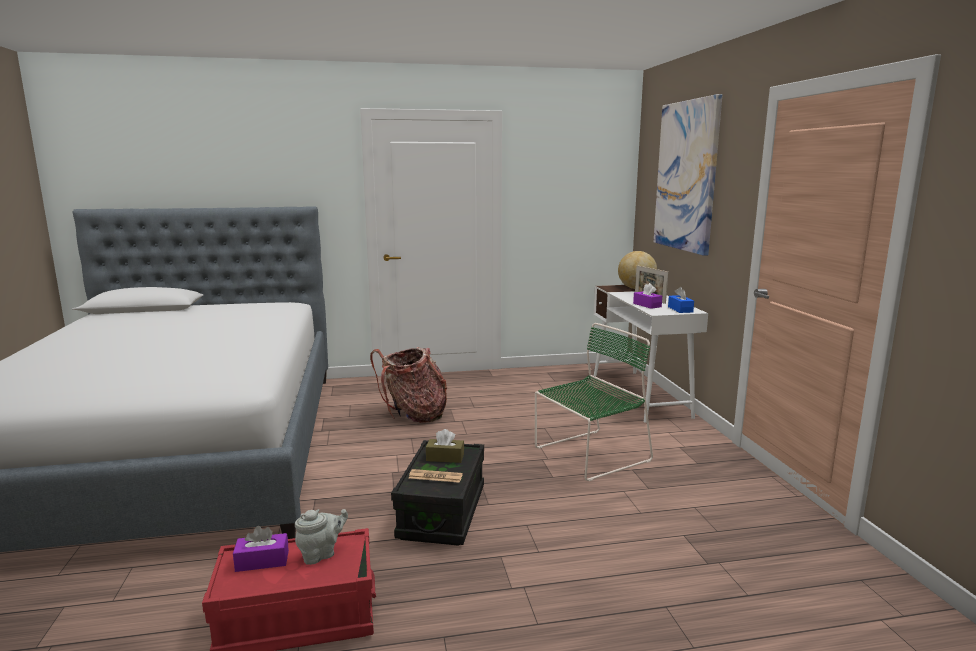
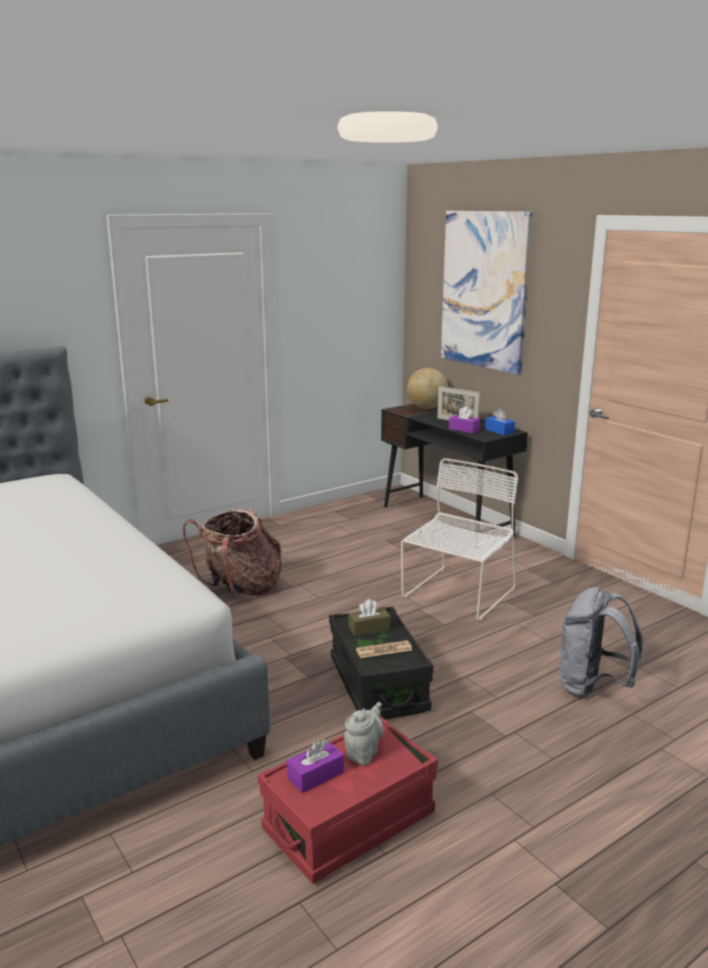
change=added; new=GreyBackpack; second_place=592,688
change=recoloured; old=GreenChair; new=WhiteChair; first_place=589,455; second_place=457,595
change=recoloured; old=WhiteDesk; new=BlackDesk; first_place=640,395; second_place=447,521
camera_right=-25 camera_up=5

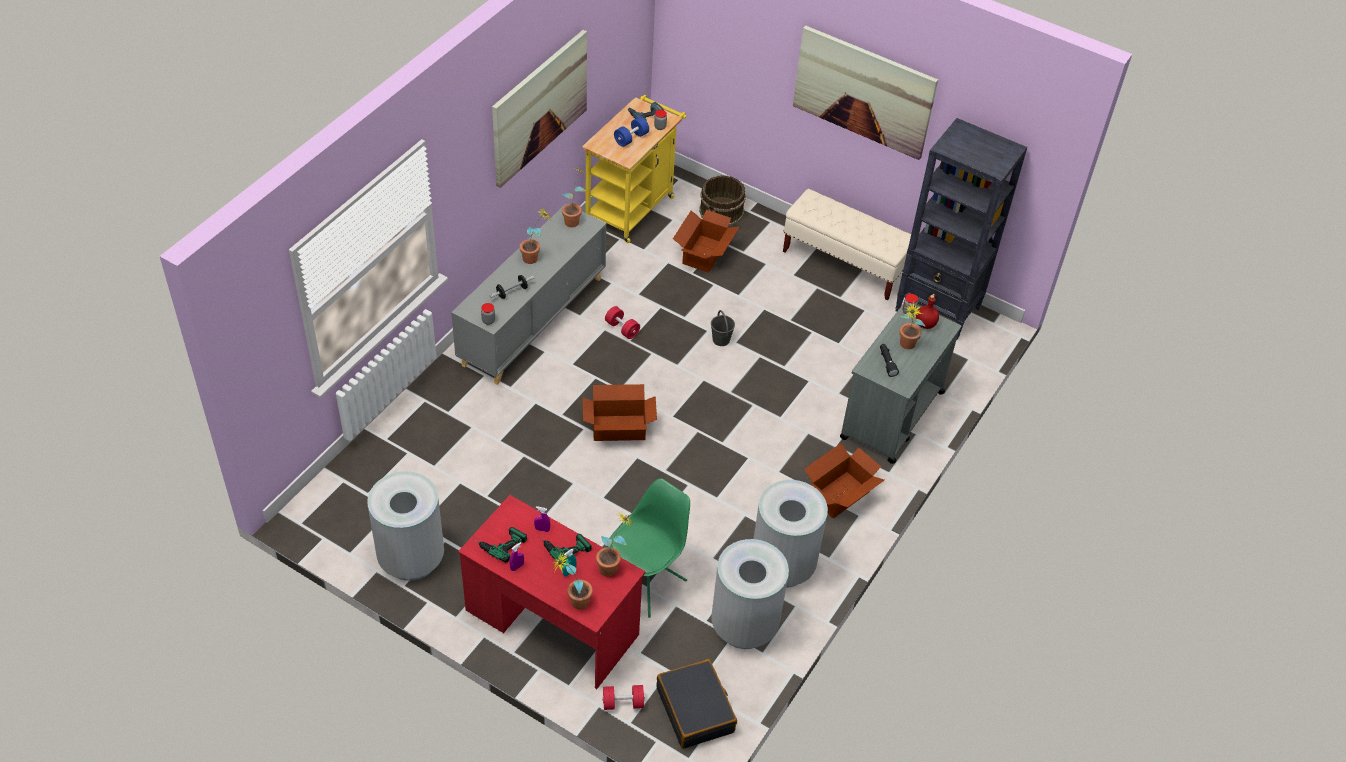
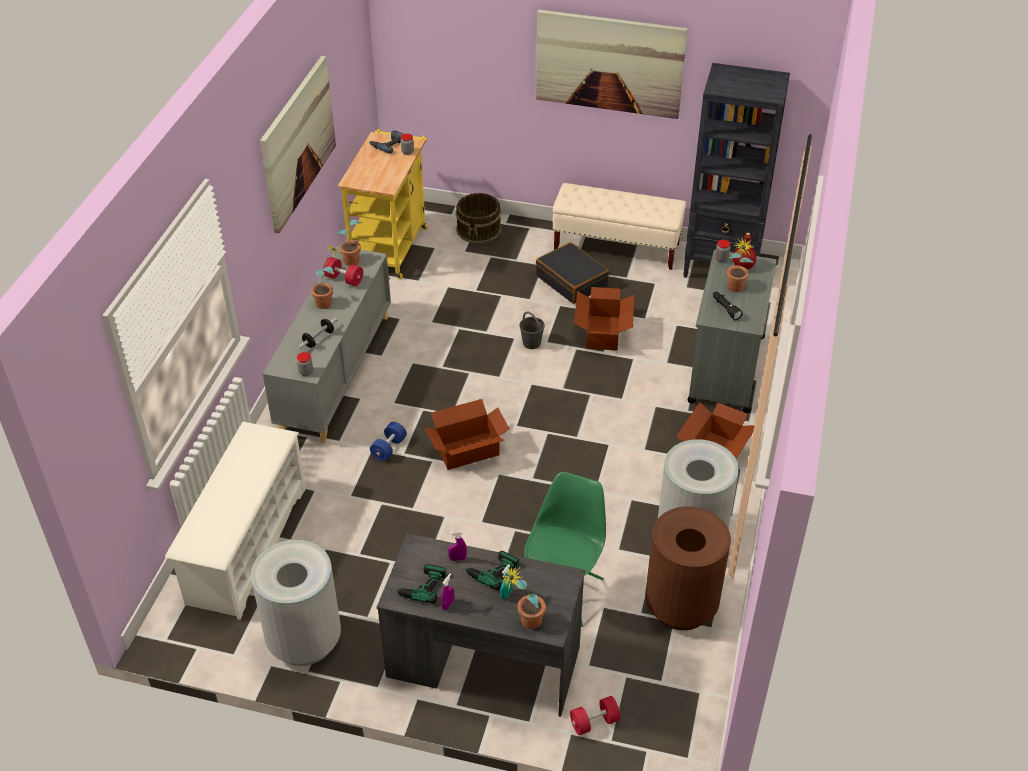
change=removed; old=PottedPlant; first_place=613,566
change=added; new=WhiteShoeRack; second_place=247,545
change=moved; old=RedDumbbell; first_place=622,328; second_place=344,279
change=moved; old=BlueDumbbell; first_place=631,138; second_place=389,448
change=moved; old=BlackSuitcase; first_place=695,710; second_place=572,281
change=moved; old=CardboardBox; first_place=705,253; second_place=603,332
change=recoloured; old=RedDesk; new=GreyDesk; first_place=552,622; second_place=483,662
change=recoloured; old=GreyTrashCan; new=BrownTrashCan; first_place=744,626; second_place=681,606
camera_right=-15 camera_up=-5

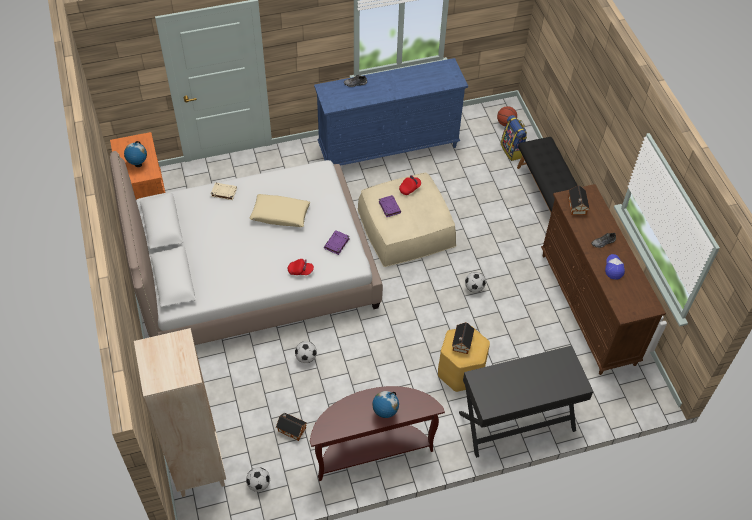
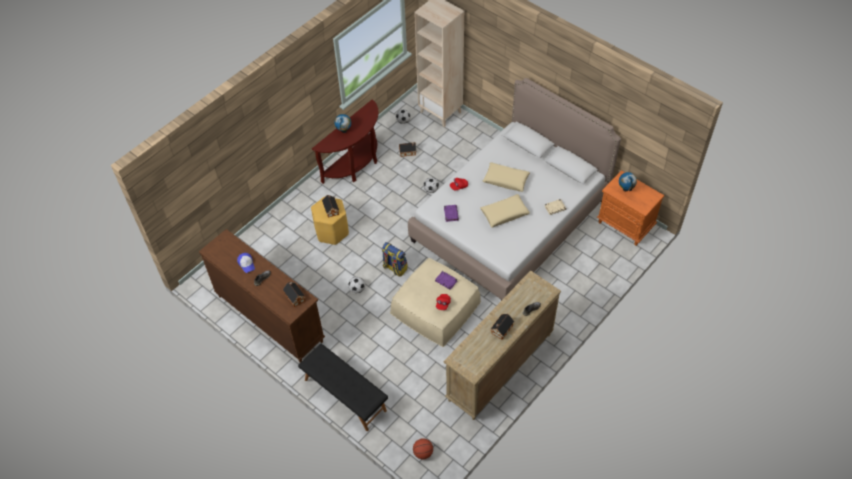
change=removed; old=BlackDesk; first_place=517,422
change=added; new=BeigePillow; second_place=506,180
change=added; new=ToyHouse; second_place=501,330
change=moved; old=Backpack; first_place=512,150; second_place=394,268
change=recoloured; old=BlueDresser; new=BeigeDresser; first_place=389,148; second_place=499,367
camera_right=150 camera_up=0

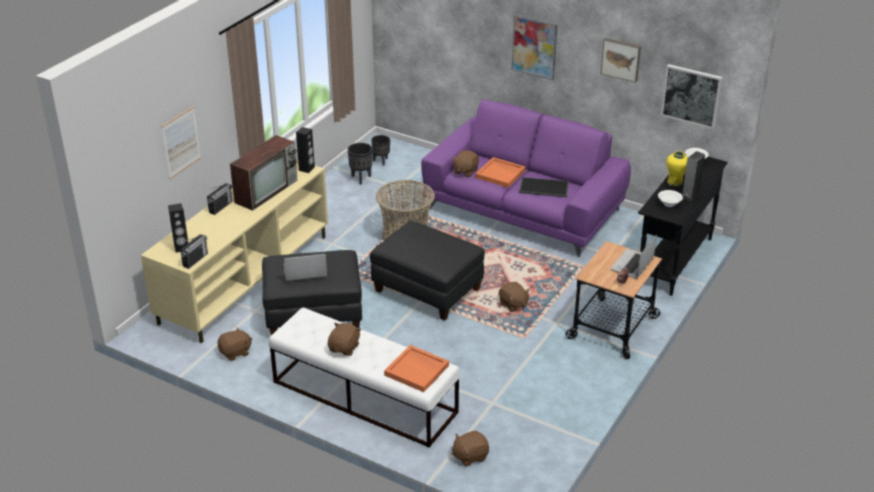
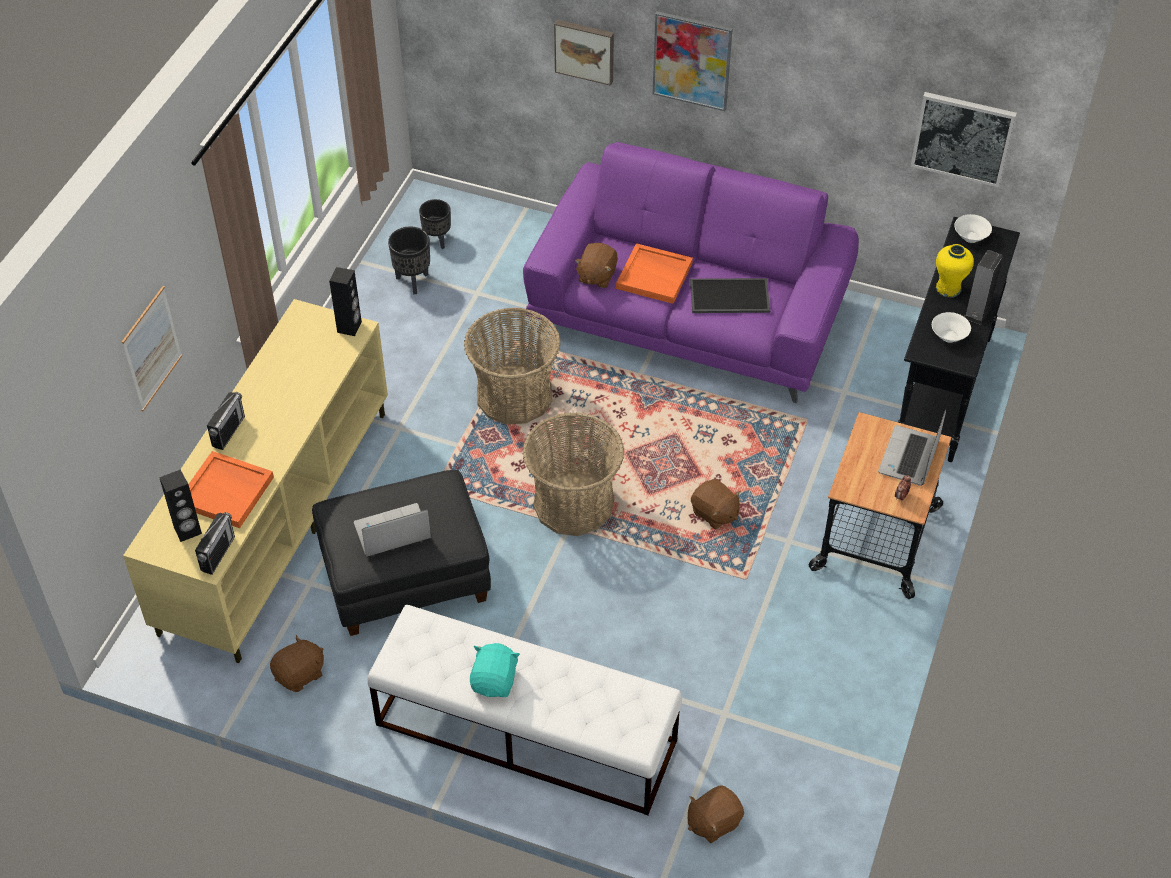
change=removed; old=Television; first_place=267,190
change=moved; old=OrangeTray; first_place=417,370; second_place=227,491
change=moved; old=Picture; first_place=621,59; second_place=585,50
change=replaced; old=BlackOttoman; new=Basket; first_place=426,290; second_place=573,503
change=recoloured; old=BrownPlushToy; new=TurquoisePlushToy; first_place=344,348; second_place=495,681
camera_right=-10 camera_up=15

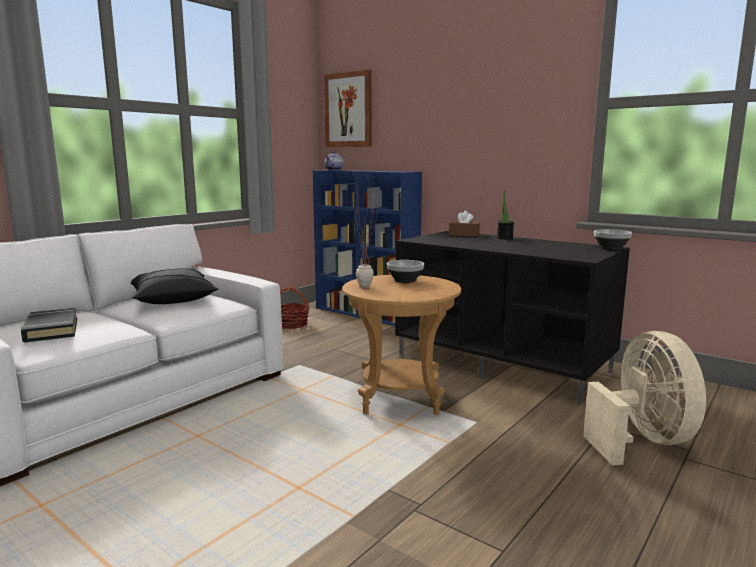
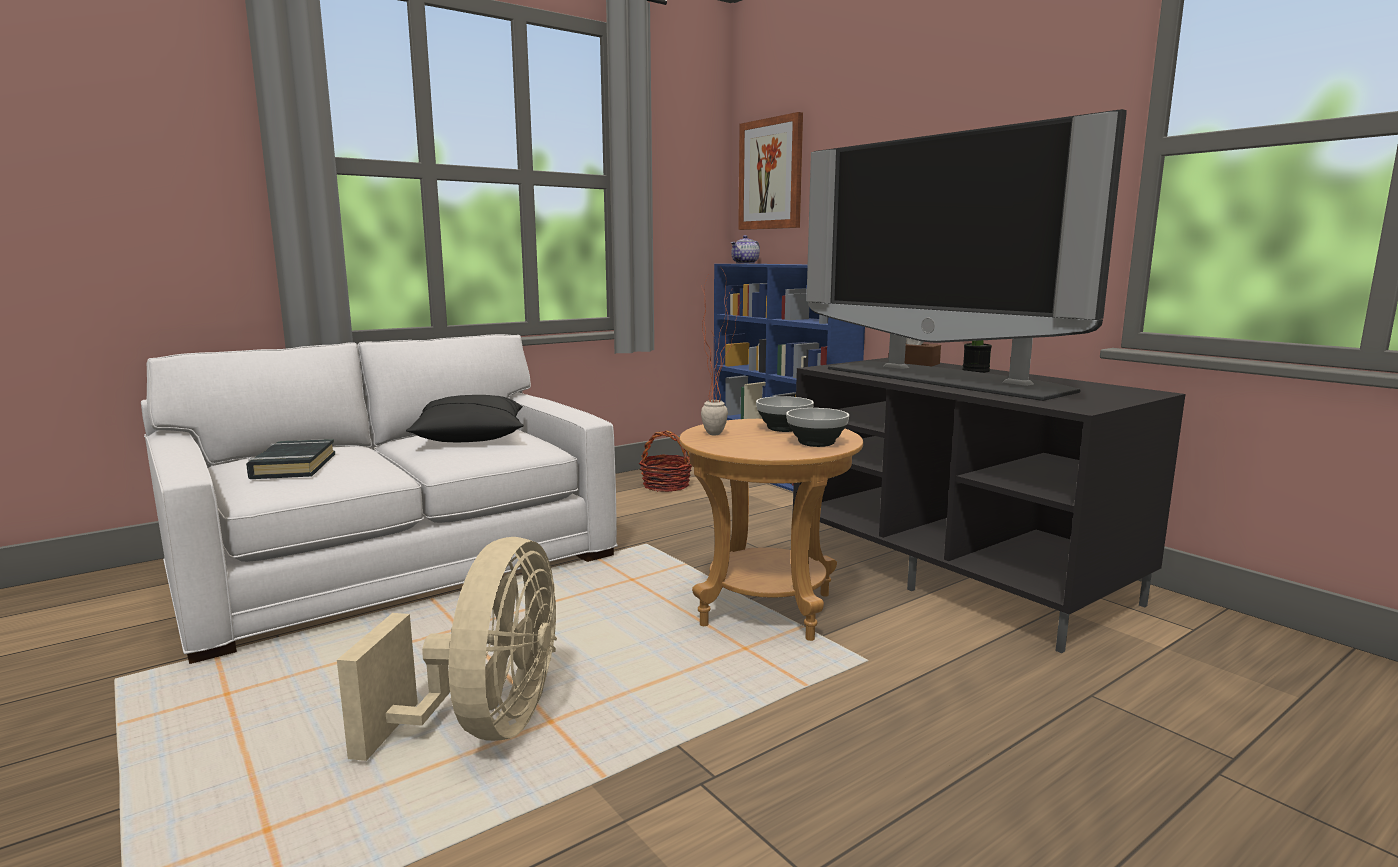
change=added; new=Television; second_place=946,379
change=moved; old=BeigeFan; first_place=641,441; second_place=485,725
change=moved; old=Bowl; first_place=611,248; second_place=816,443
camera_right=15 camera_up=0

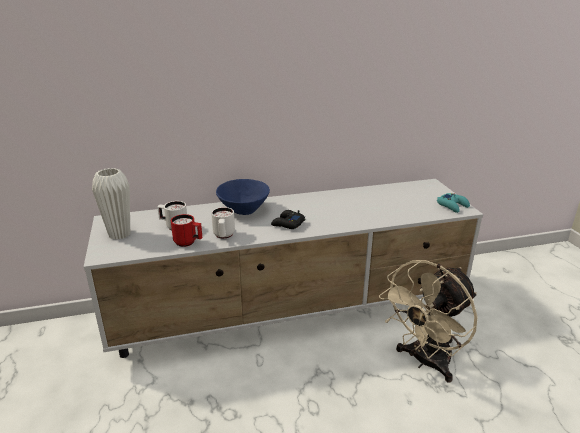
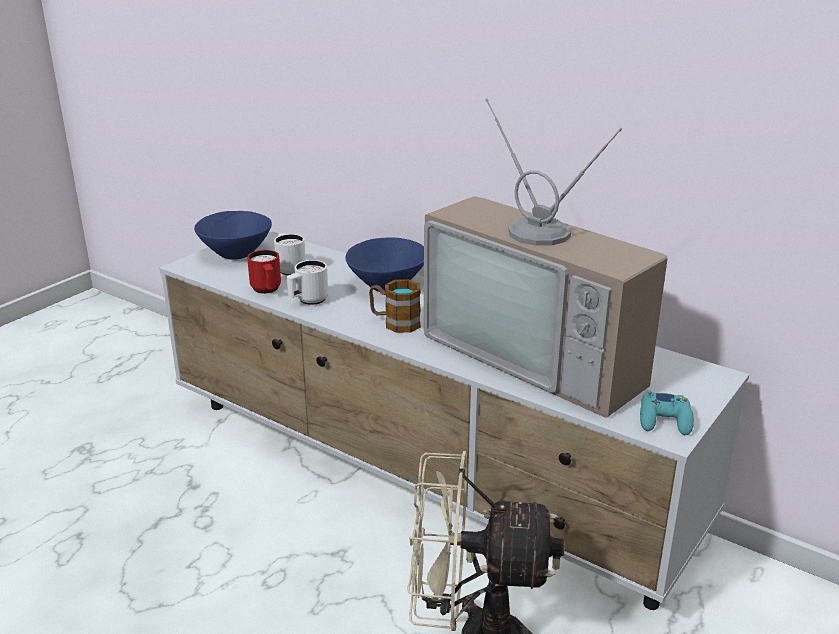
change=added; new=Television; second_place=542,355
change=replaced; old=WhiteVase; new=BlueBowl; first_place=119,234; second_place=236,253
change=replaced; old=BlackGameController; new=Mug; first_place=287,224; second_place=395,323
camera_right=50 camera_up=0

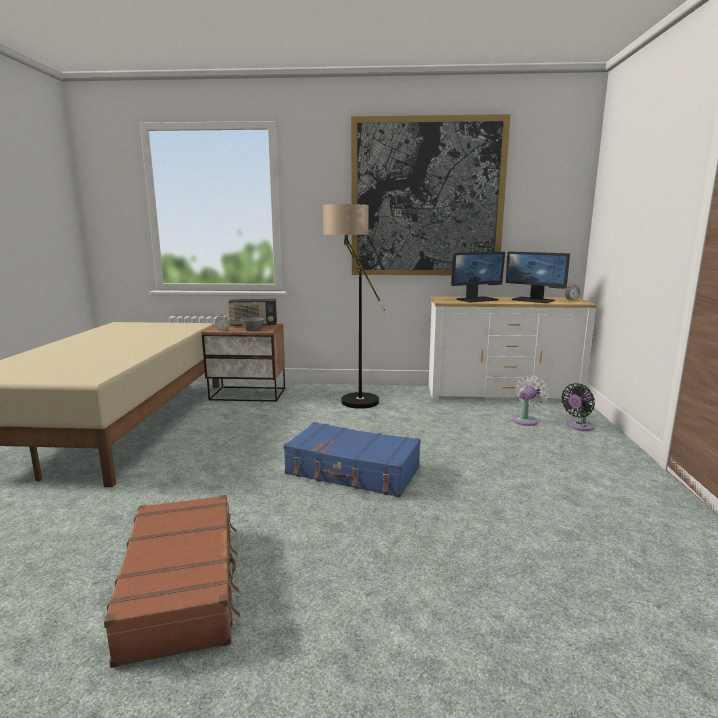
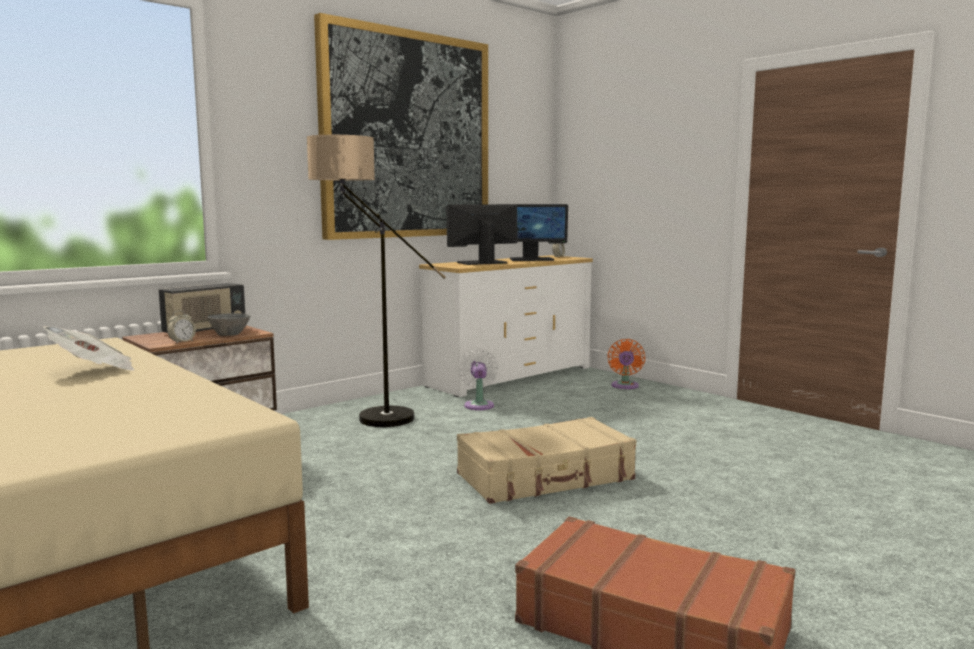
change=added; new=Newspaper; second_place=94,370
change=moved; old=WhiteFan; first_place=526,420; second_place=479,405
change=recoloured; old=BlueSuitcase; new=BeigeSuitcase; first_place=352,471; second_place=546,477
change=recoloured; old=BlackFan; new=OrangeFan; first_place=578,426; second_place=625,386
change=turned; old=Monitor; first_place=477,299; second_place=482,263; degrees=-135
camera_right=-45 camera_up=-5

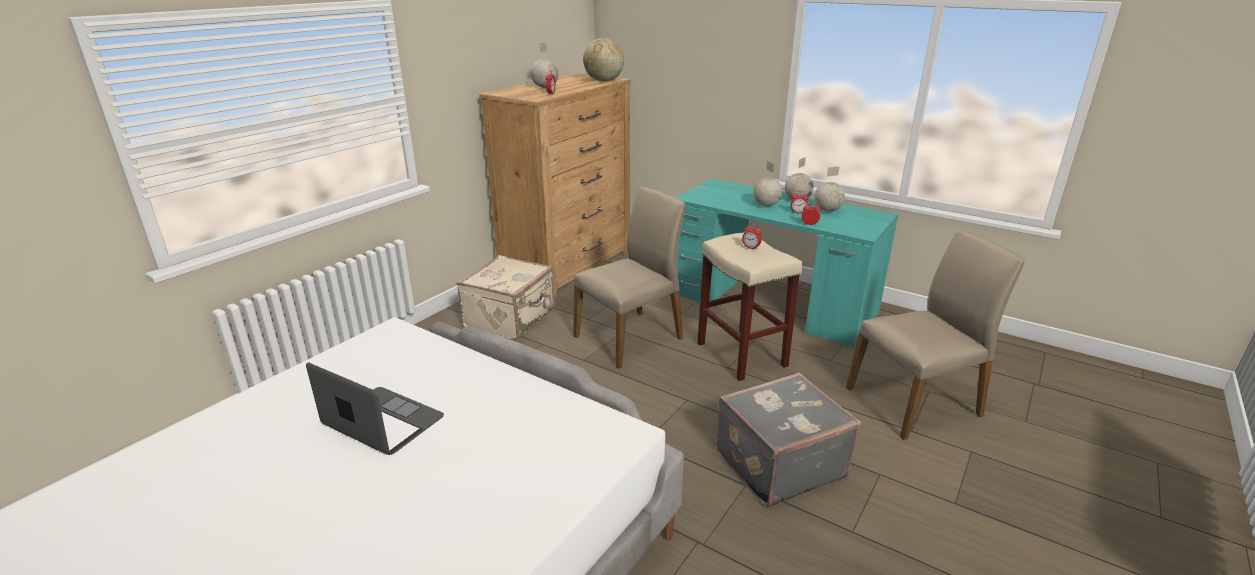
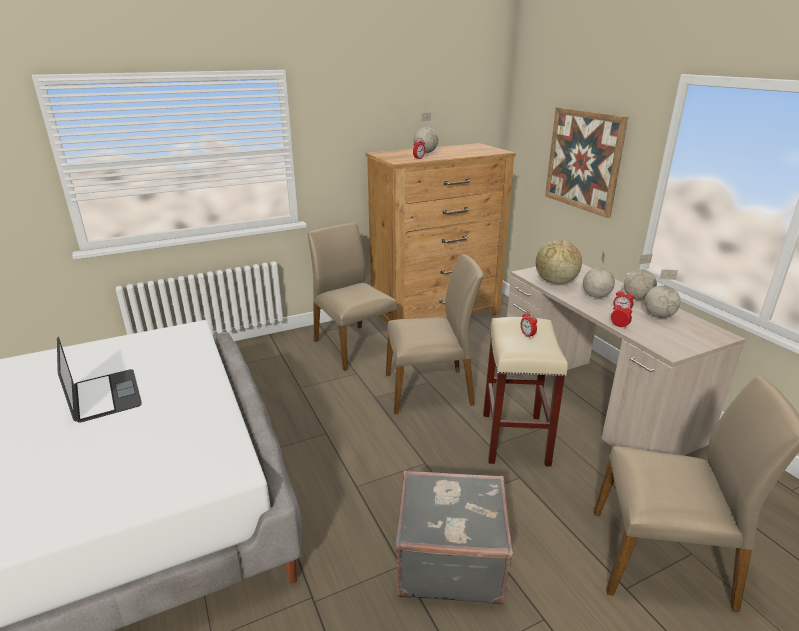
change=added; new=Picture; second_place=583,160
change=moved; old=Globe; first_place=603,81; second_place=555,282
change=replaced; old=BeigeSuitcase; new=BeigeChair; first_place=511,319; second_place=353,346
change=recoloured; old=TurquoiseDesk; new=BeigeDesk; first_place=772,302; second_place=594,397
camera_right=30 camera_up=0

